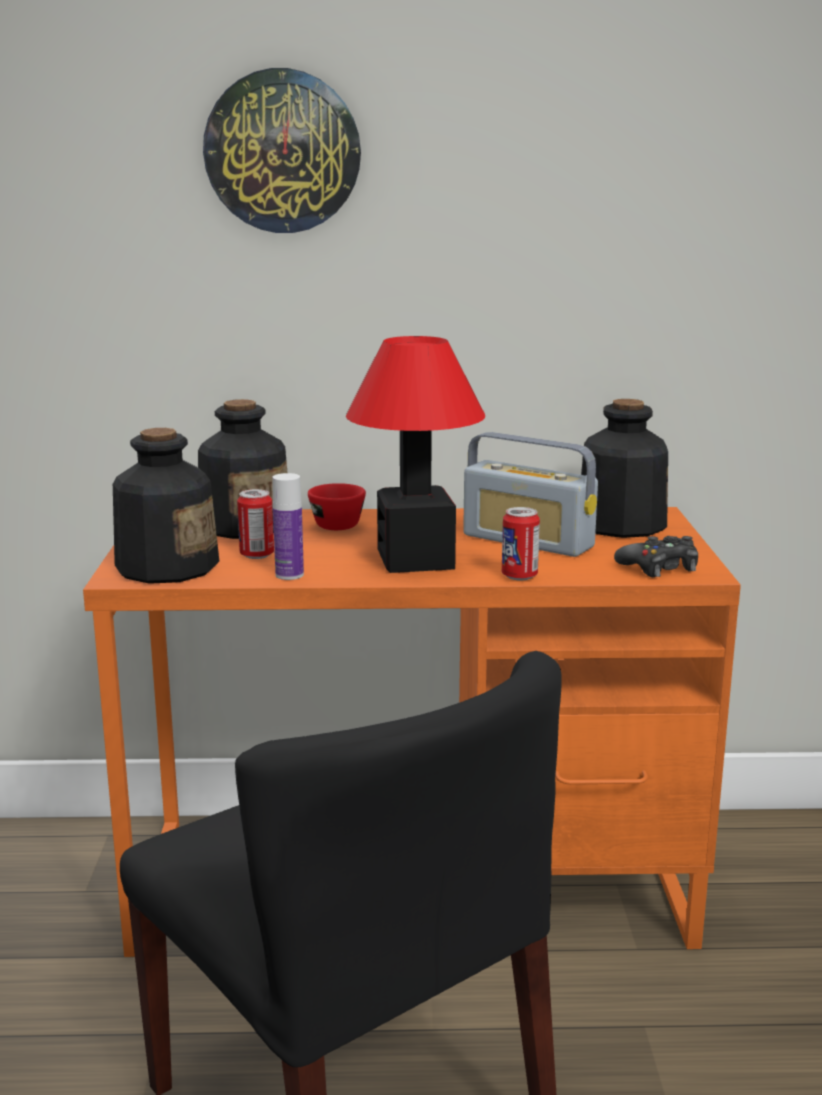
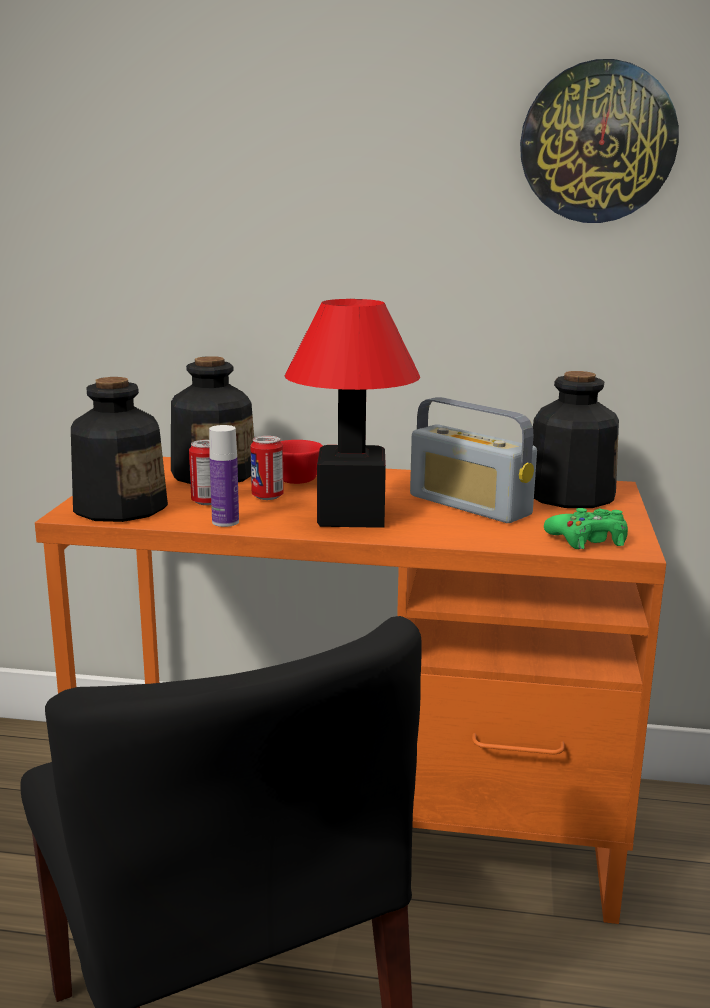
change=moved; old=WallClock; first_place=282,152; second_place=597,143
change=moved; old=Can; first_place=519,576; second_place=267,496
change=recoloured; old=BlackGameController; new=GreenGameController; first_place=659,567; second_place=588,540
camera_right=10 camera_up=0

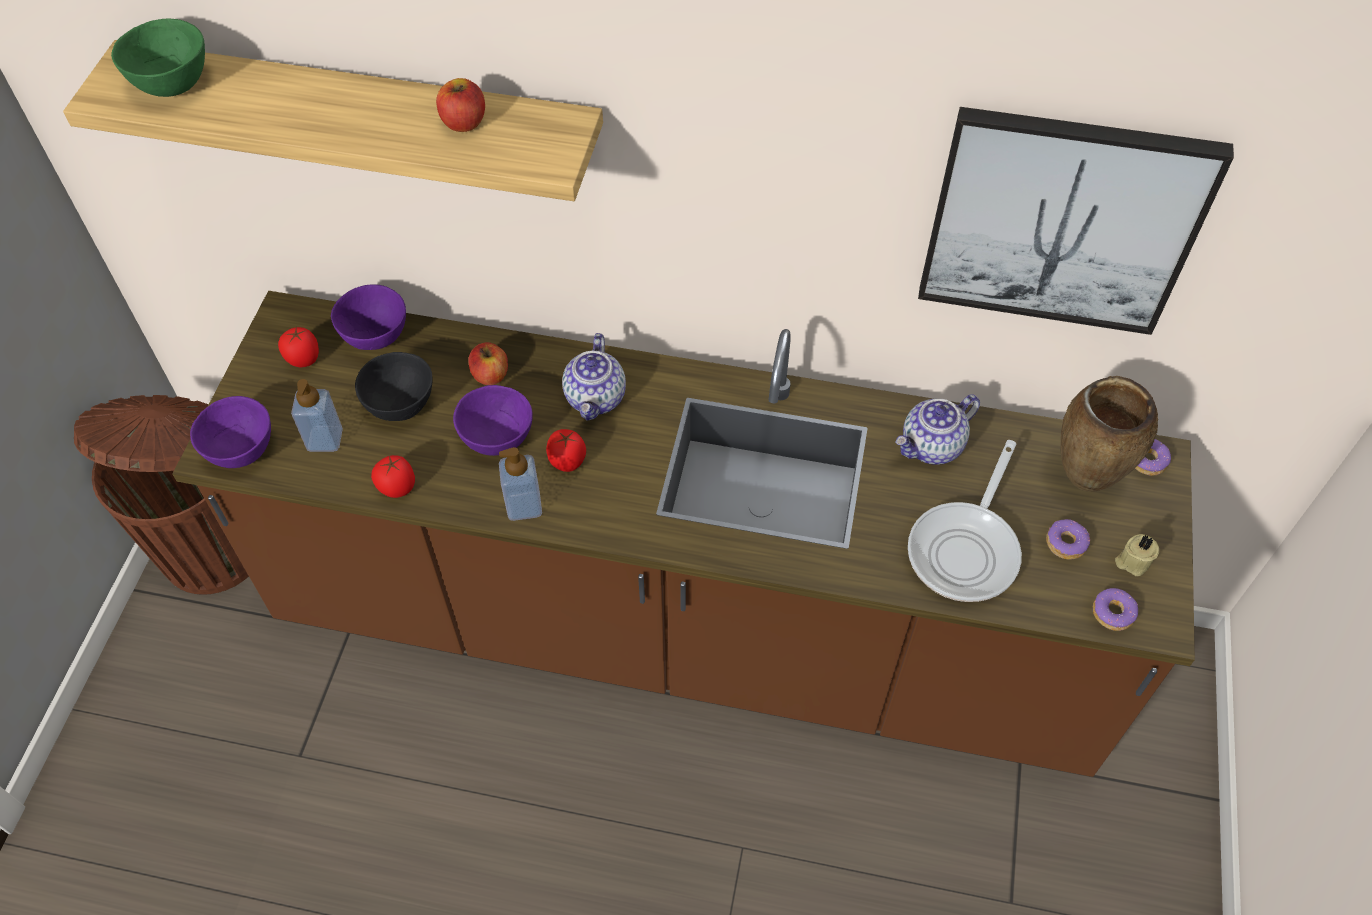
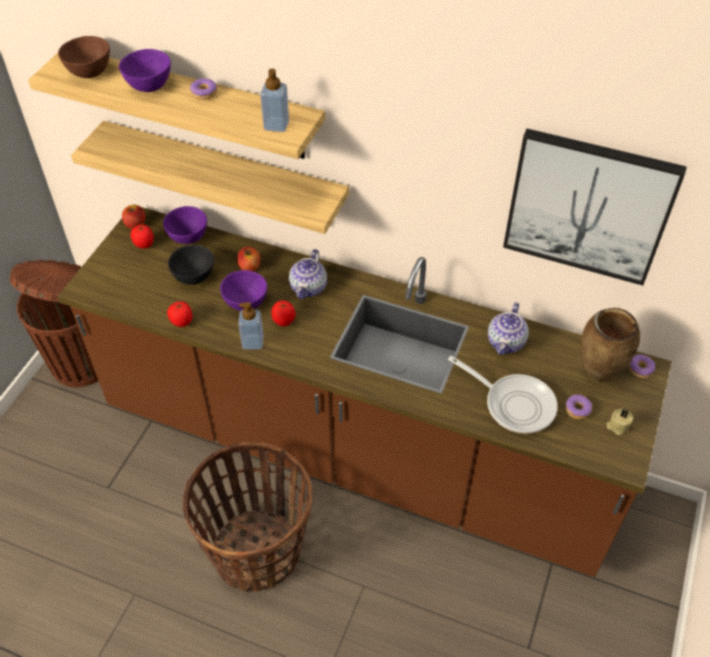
change=added; new=Shelf; second_place=225,175
change=added; new=Basket; second_place=257,551
change=moved; old=PurpleBowl; first_place=241,452; second_place=149,87
change=moved; old=SoapDispenser; first_place=325,439; second_place=276,125
change=moved; old=Apple; first_place=464,122; second_place=135,224
change=moved; old=Donut; first_place=1113,613; second_place=204,93
change=recoloured; old=GreenBowl; new=BrownBowl; first_place=172,86; second_place=89,73
change=turned; old=Teapot; first_place=932,447; second_place=506,342; degrees=-45
change=turned; old=FryingPan; first_place=966,549; second_place=514,404; degrees=-90
camera_right=10 camera_up=-5

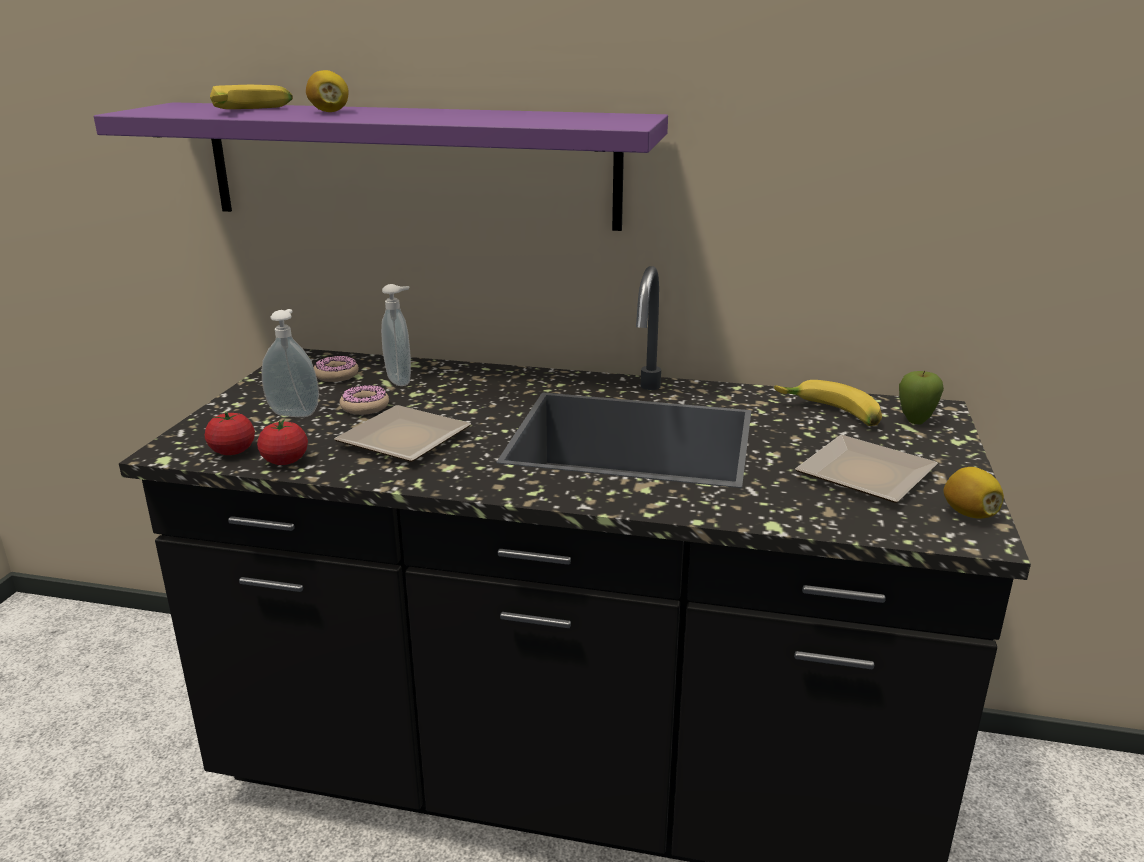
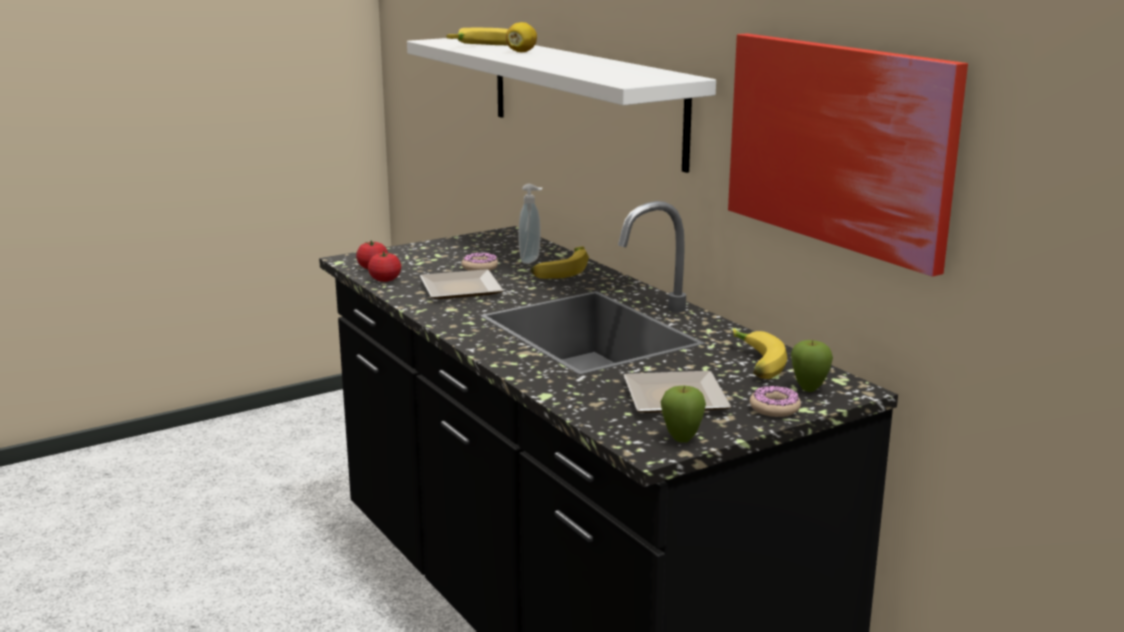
change=removed; old=SoapDispenser; first_place=295,413
change=added; new=Banana; second_place=561,271
change=added; new=Picture; second_place=838,145
change=moved; old=Donut; first_place=336,375; second_place=774,408
change=replaced; old=Lemon; new=Apple; first_place=969,514; second_place=681,439
change=recoloured; old=PurpleShelf; new=WhiteShelf; first_place=410,165; second_place=584,98
camera_right=45 camera_up=-5

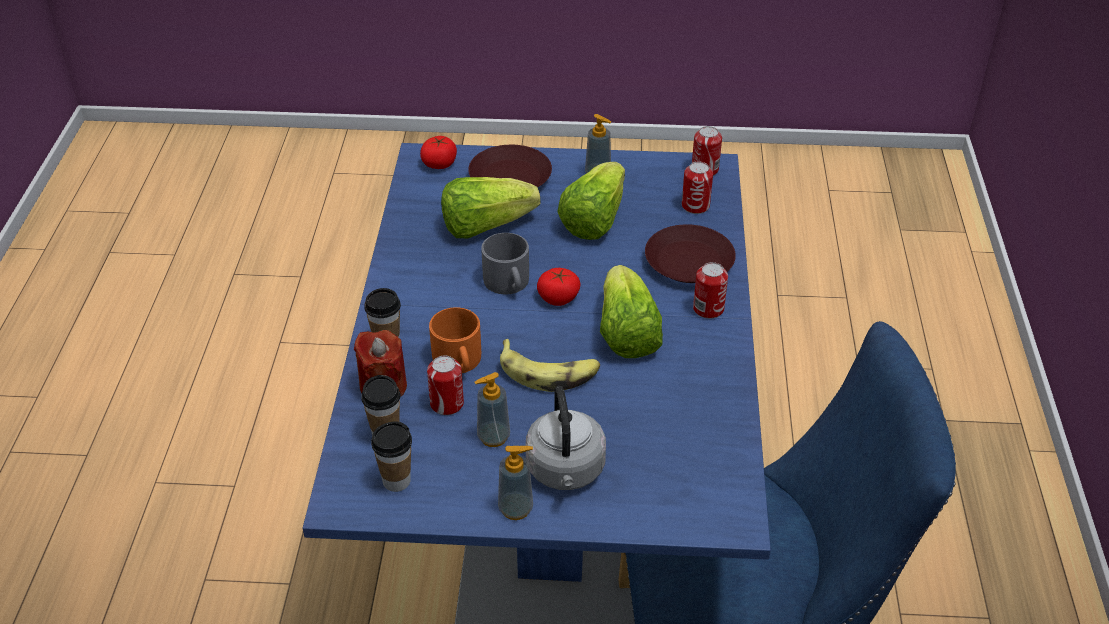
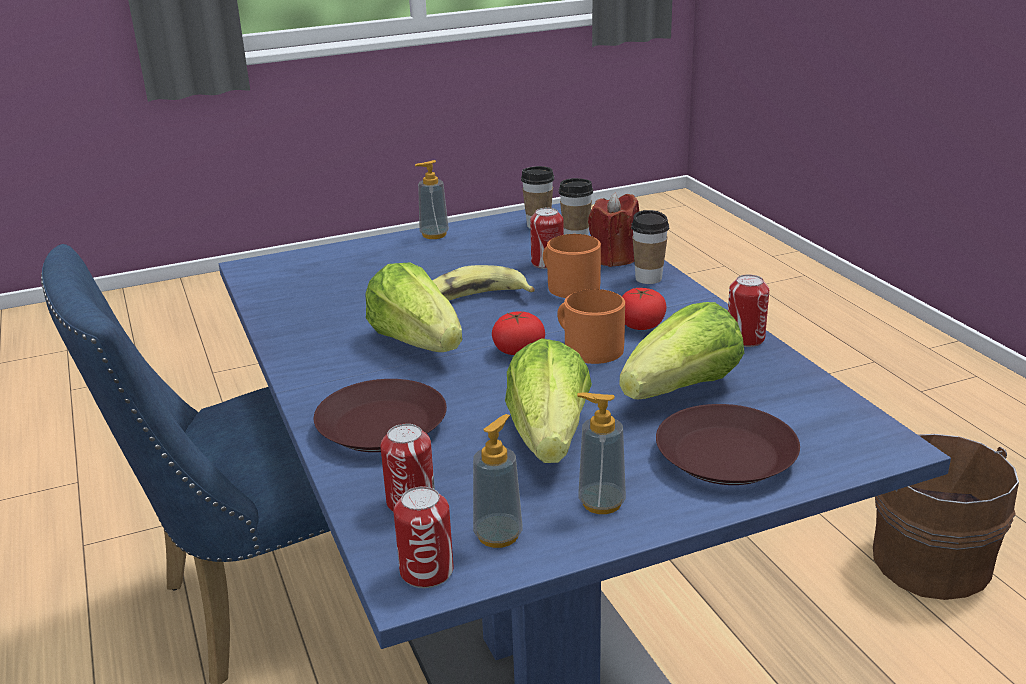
change=removed; old=GreyKettle; first_place=566,471
change=added; new=BrownBucket; second_place=927,559
change=moved; old=Tomato; first_place=439,163; second_place=641,325
change=moved; old=SoapDispenser; first_place=493,437; second_place=498,535
change=moved; old=Can; first_place=708,309; second_place=745,338
change=recoloured; old=GreyMug; new=OrangeMug; first_place=508,283; second_place=587,347
camera_right=155 camera_up=-15

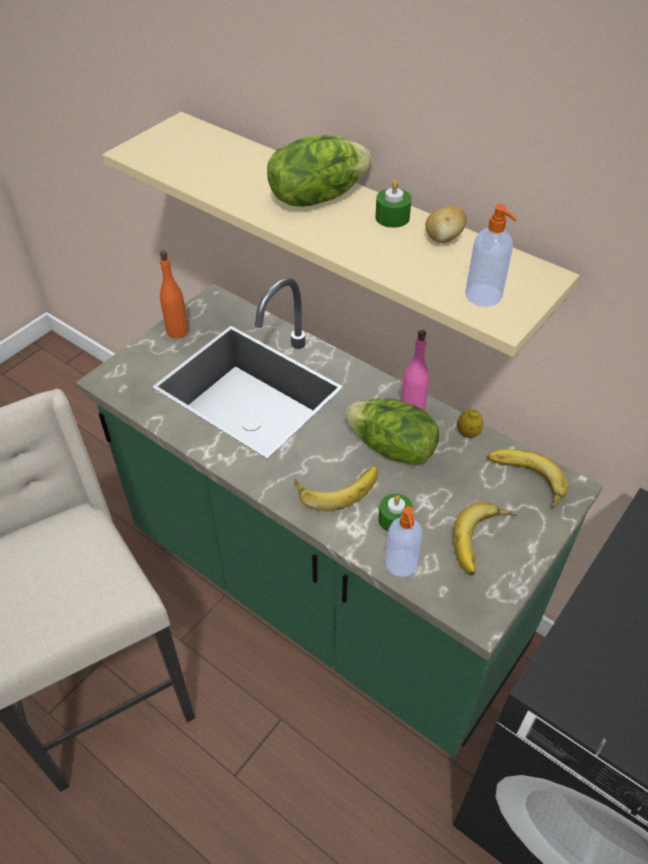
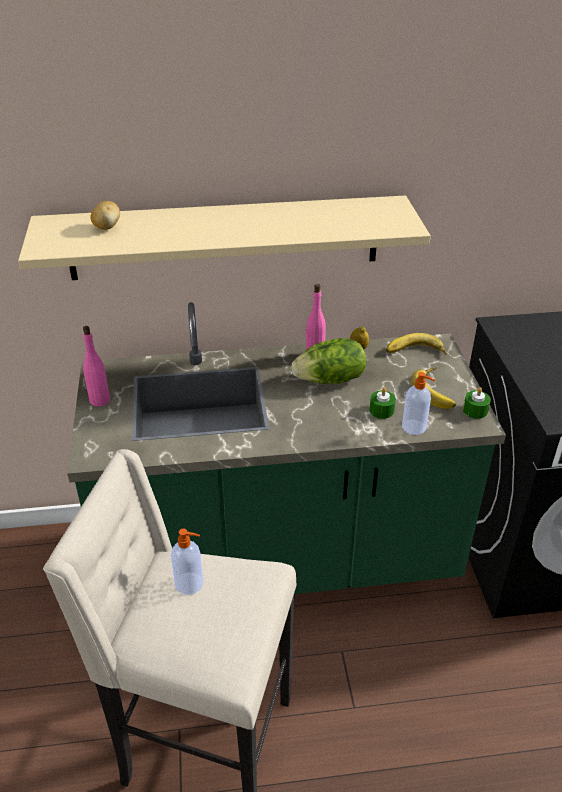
change=removed; old=Lettuce; first_place=316,197
change=removed; old=Banana; first_place=337,486
change=moved; old=GreenCandle; first_place=392,217; second_place=475,410
change=moved; old=Potato; first_place=443,239; second_place=107,227
change=moved; old=SoapDispenser; first_place=484,296; second_place=190,583
change=recoloured; old=OrangeBottle; new=PinkBottle; first_place=177,331; second_place=99,400
camera_right=-45 camera_up=-10

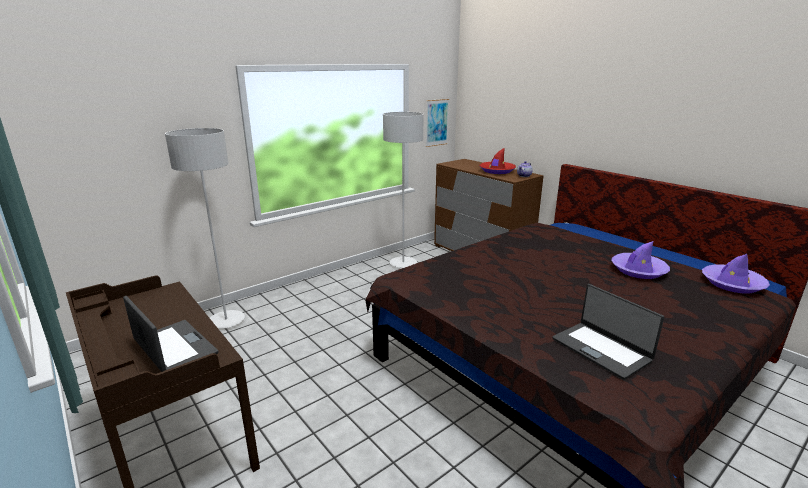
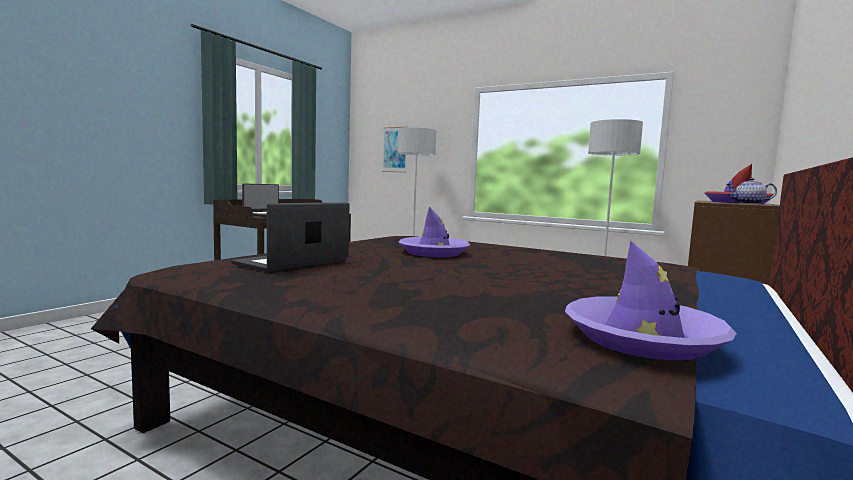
change=moved; old=Picture; first_place=437,122; second_place=395,149
change=moved; old=PurpleHat; first_place=638,270; second_place=433,253
camera_right=70 camera_up=-15

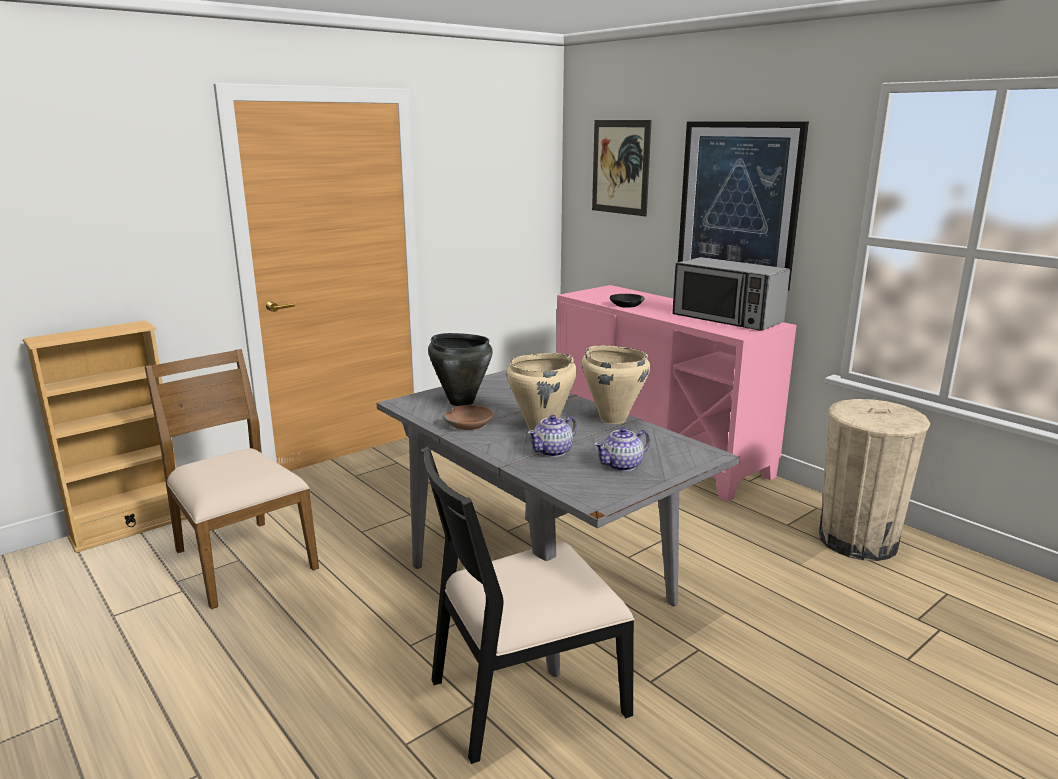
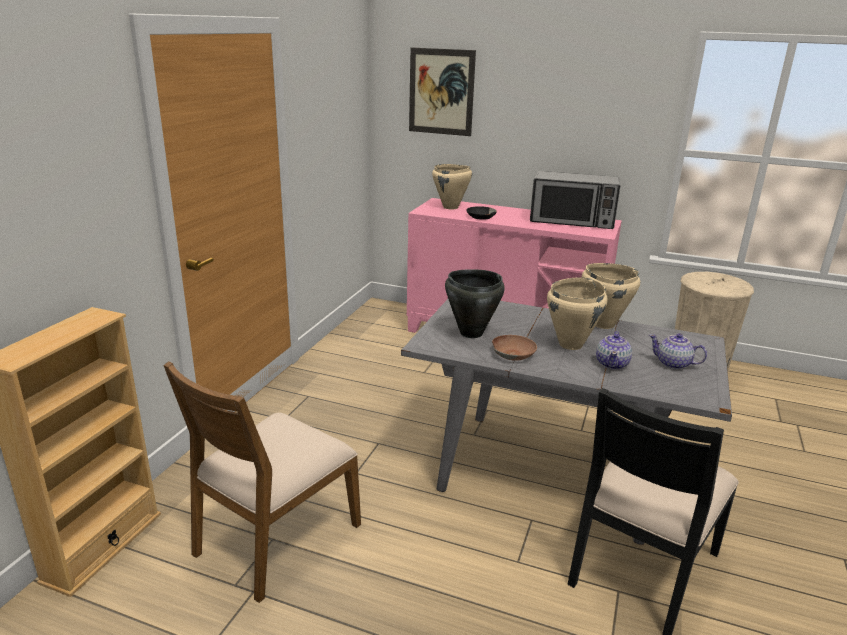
change=removed; old=Picture; first_place=738,203
change=added; new=BeigeCookingPot; second_place=450,207
change=turned; old=BrownChair; first_place=242,560; second_place=275,538; degrees=-75
change=turned; old=Teapot; first_place=622,465; second_place=673,364; degrees=90
camera_right=-30 camera_up=5

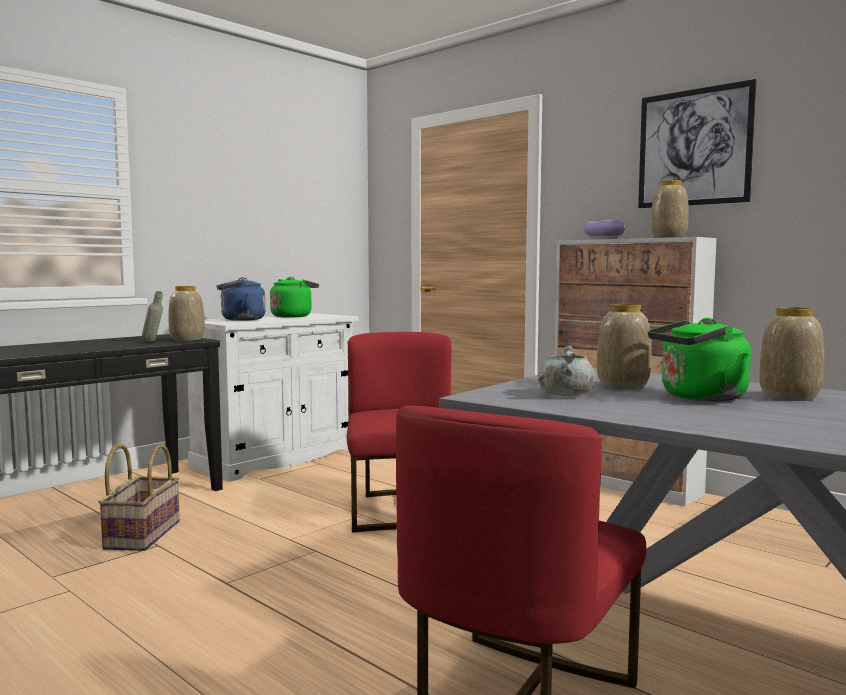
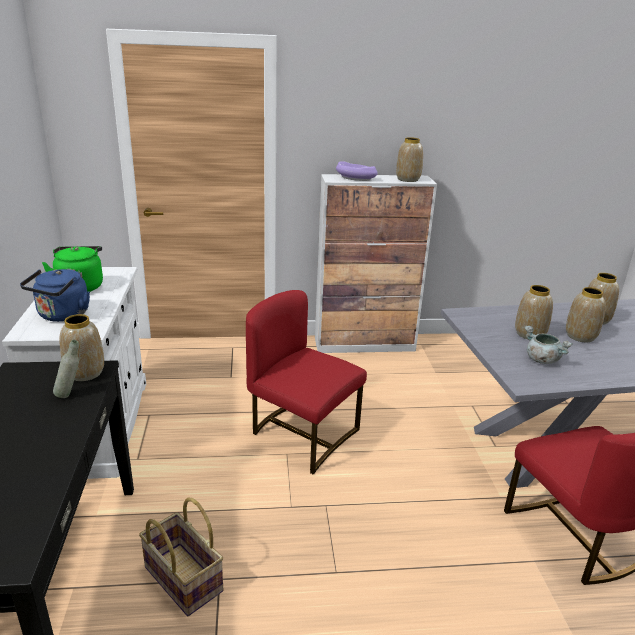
change=removed; old=Picture; first_place=694,147
change=replaced; old=GreenKettle; new=Vase; first_place=699,397; second_place=580,336
camera_right=-50 camera_up=20

